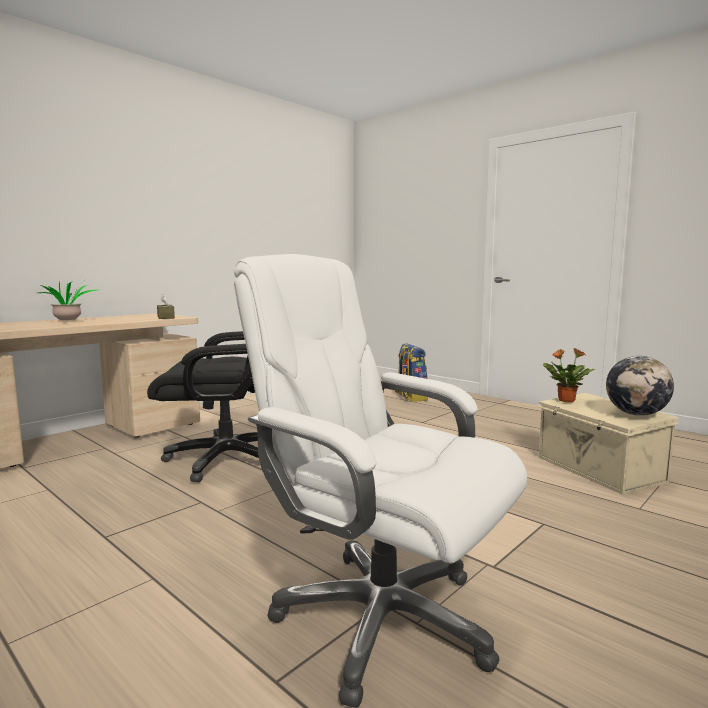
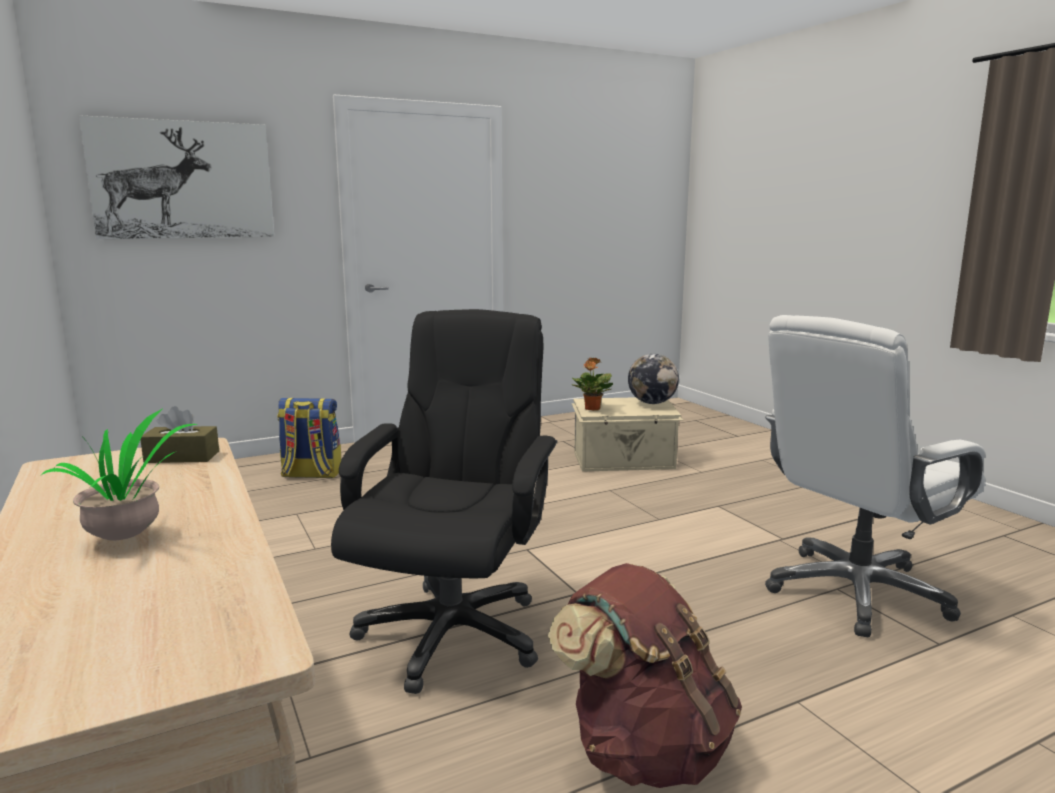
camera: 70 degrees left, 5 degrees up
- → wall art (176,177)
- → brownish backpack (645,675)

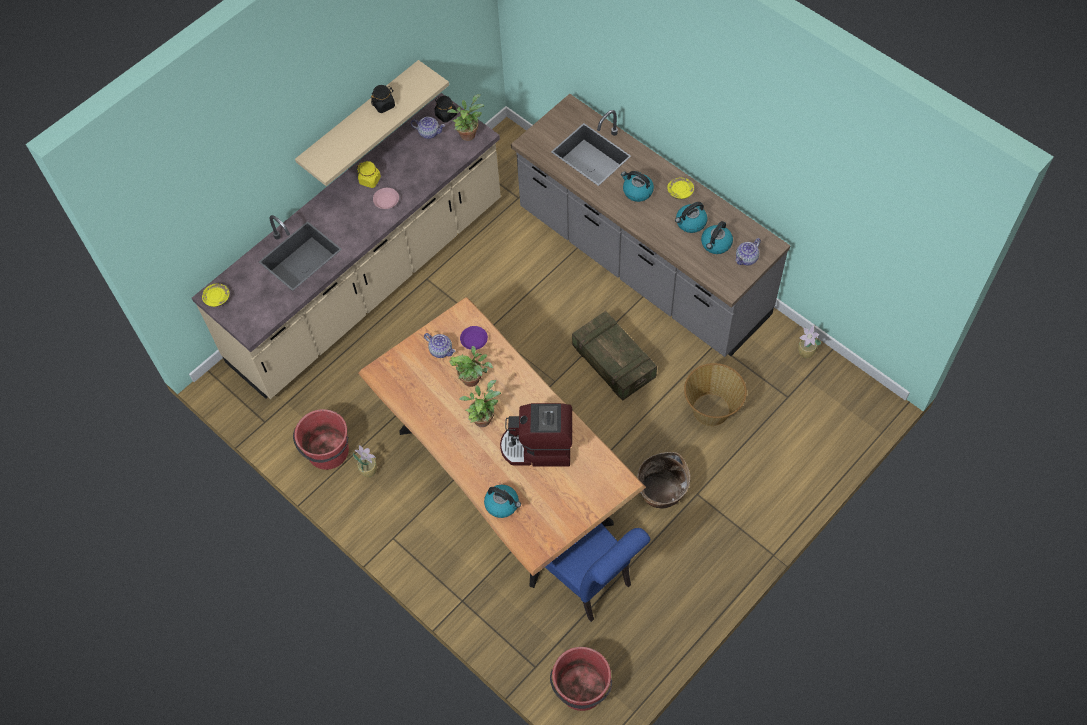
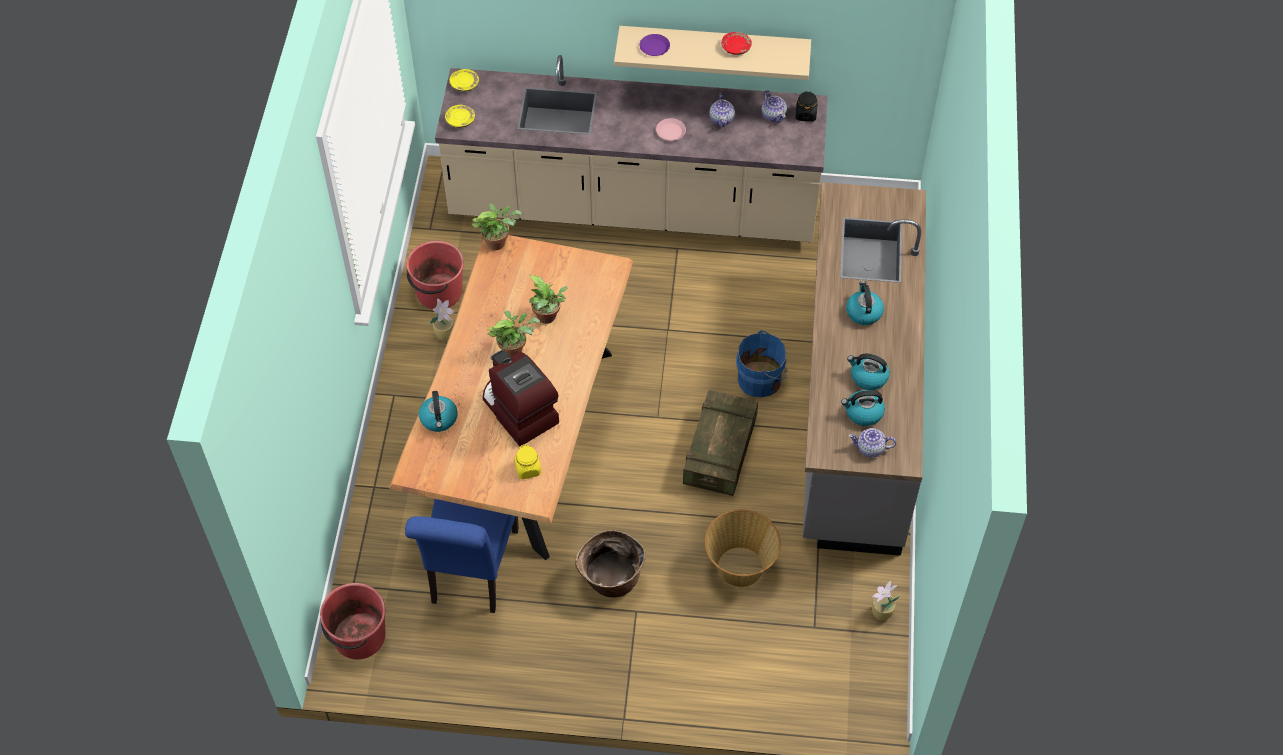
camera: 50 degrees right, 5 degrees down
black-coloured jar (383,99) → reddish dinner plate (736,43)
potted plant (465,117) → potted plant (497,227), shifted
yellowish jar (369,174) → yellowish jar (527,461), shifted
yellowish dinner plate (680,188) → yellowish dinner plate (460,116), shifted
purple dinner plate (474,338) → purple dinner plate (655,45), shifted
pot for tea (440,345) → pot for tea (722,110), shifted
- → blue bucket (761,363)

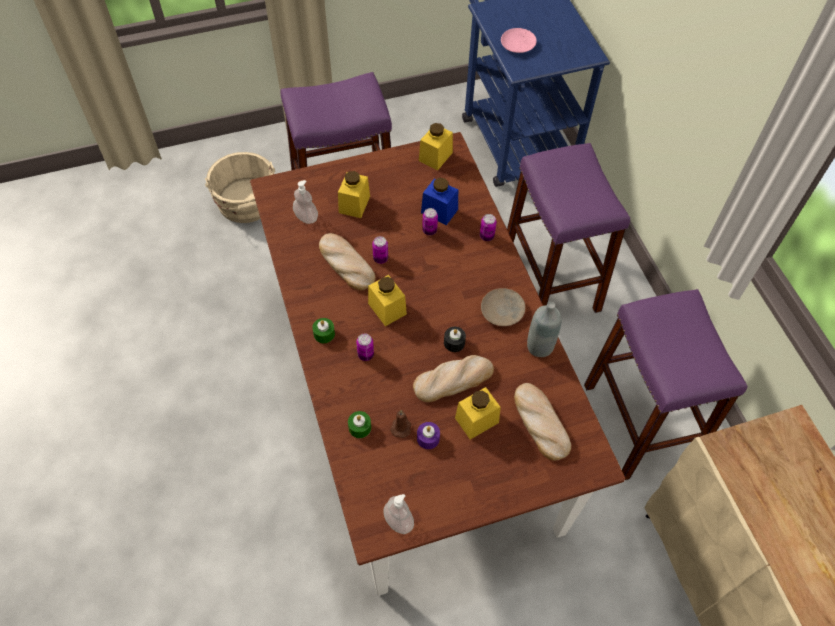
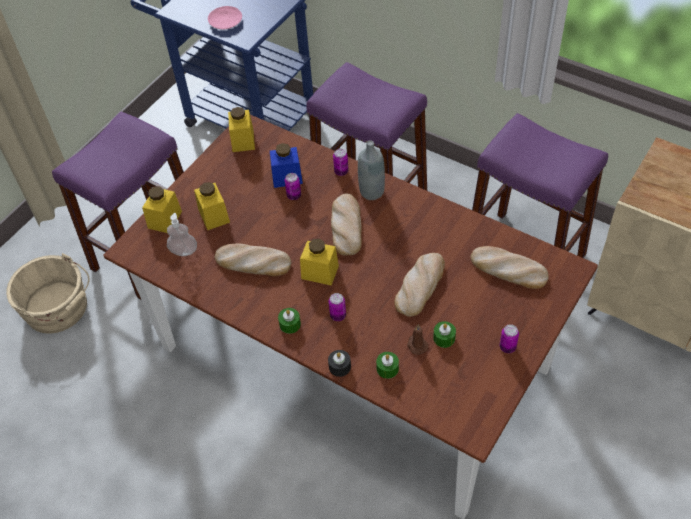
camera: 35 degrees left, 5 degrees down
sealed can (380,250) → sealed can (509,338), shifted
beige dinner plate (503,307) → -
gray beverage bottle (544,329) → gray beverage bottle (371,170), shifted
black-coloured candle (455,339) → black-coloured candle (339,363), shifted
yellowish jar (478,413) → yellowish jar (162,209), shifted
purple candle (428,435) → green candle (444,334)
liquid soap bottle (398,514) → -
- → baked bread (346,224)

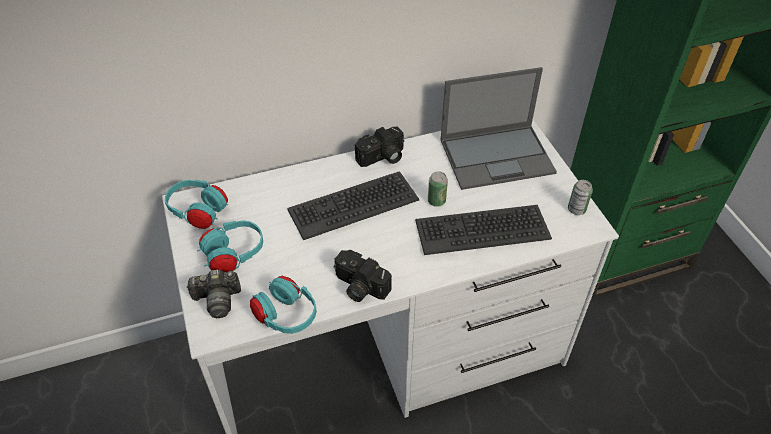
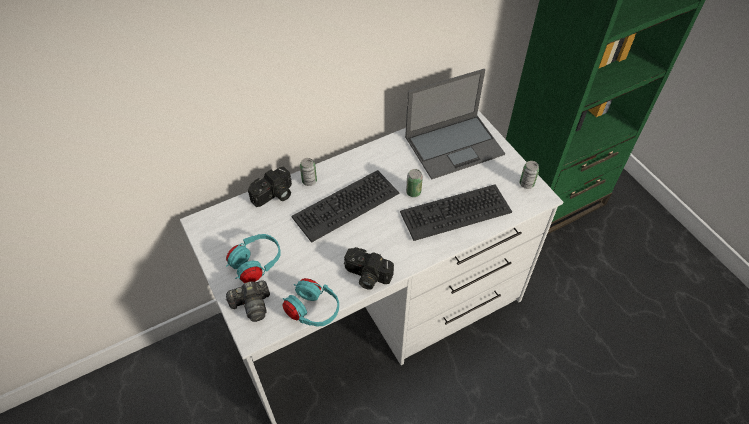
camera: 10 degrees left, 5 degrees up
photo camera (379,147) → photo camera (270,186), shifted
blue-green headset (196,204) → -
- → sealed can (308,172)

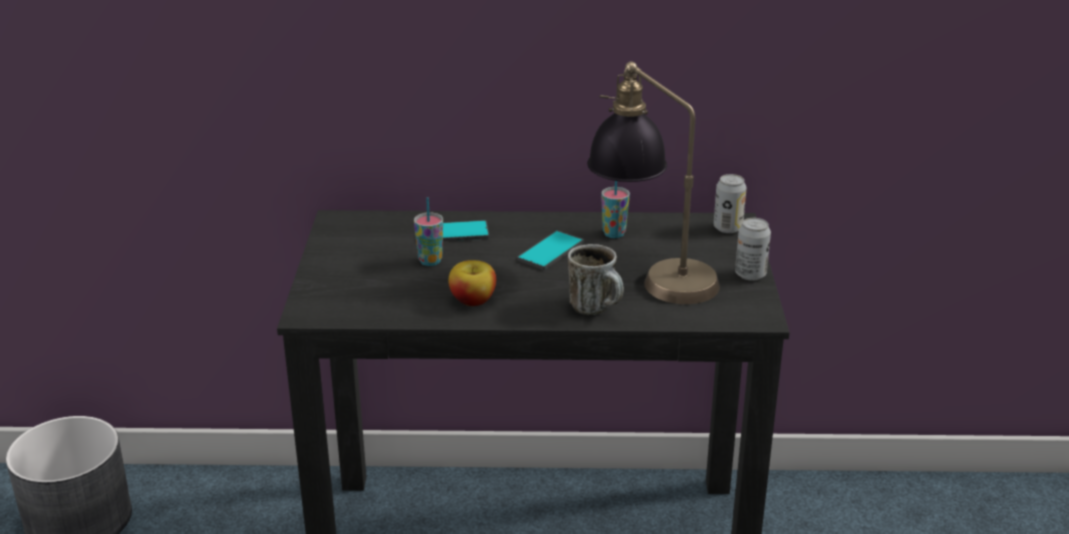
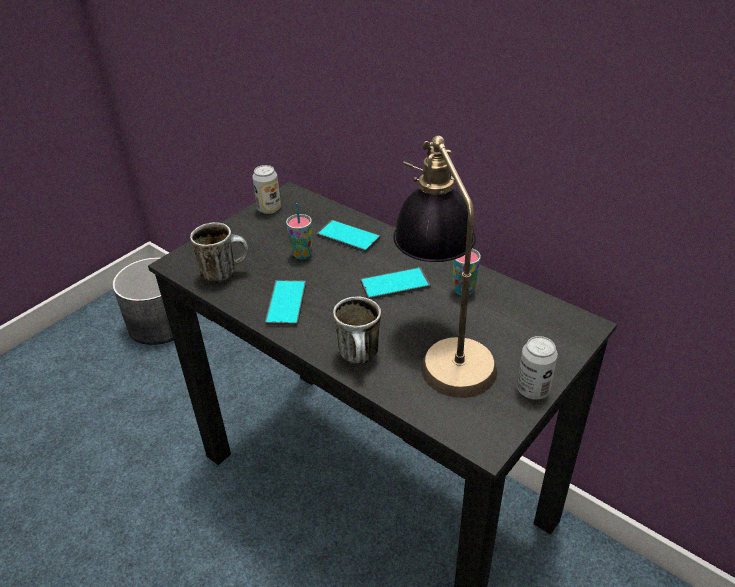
camera: 40 degrees right, 10 degrees up
sealed can (730,203) → sealed can (266,189), shifted
whole apple (472,283) → phone (285,303)
- → tea mug (219,252)

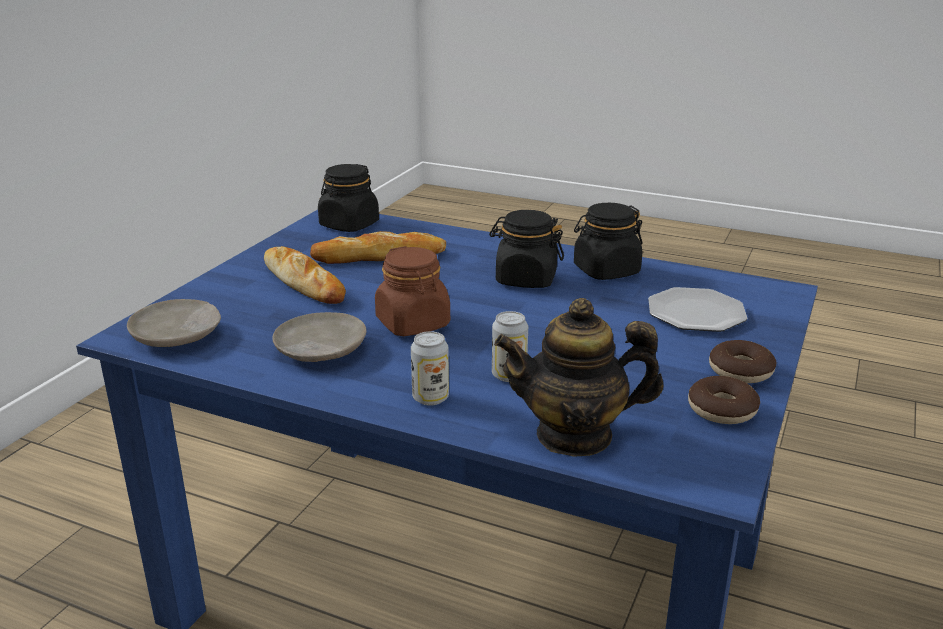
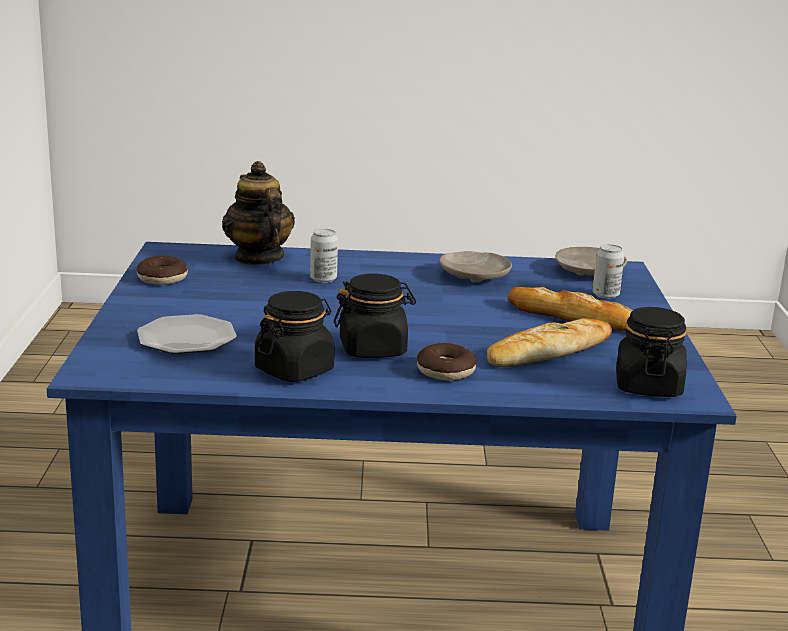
camera: 155 degrees right, 5 degrees down
brownish jar (412,291) → -
pot for tea (578,377) → pot for tea (258,213), 90 degrees counterclockwise
sealed can (430,368) → sealed can (608,271), shifted
ring doughnut (743,361) → ring doughnut (447,362), shifted

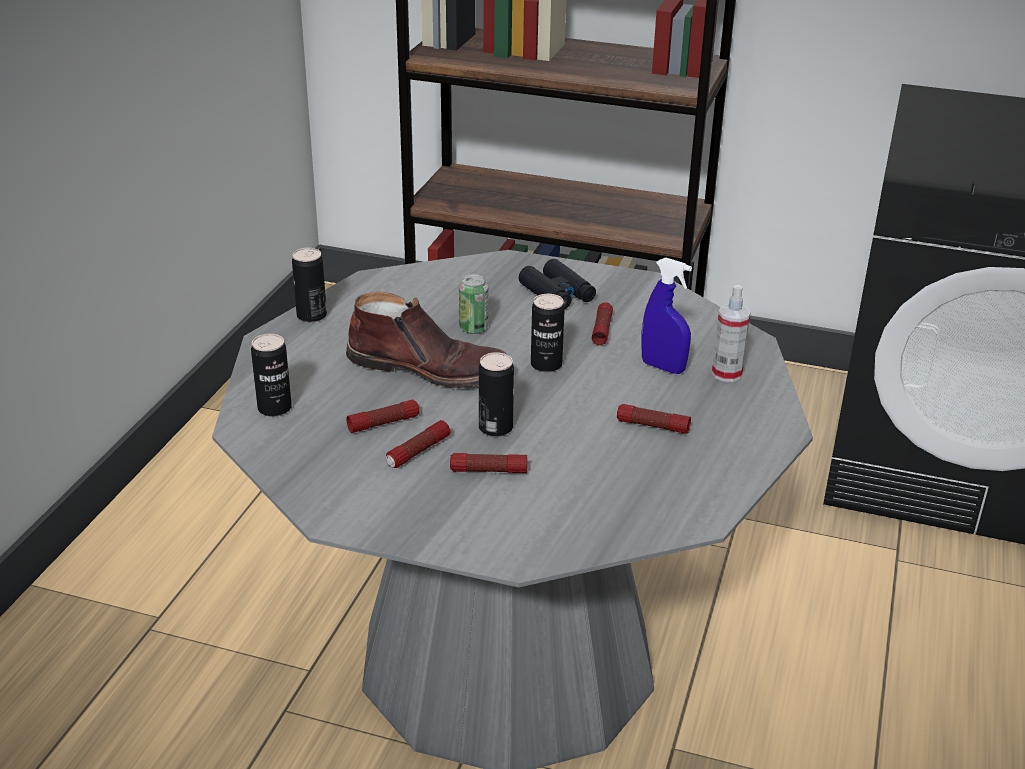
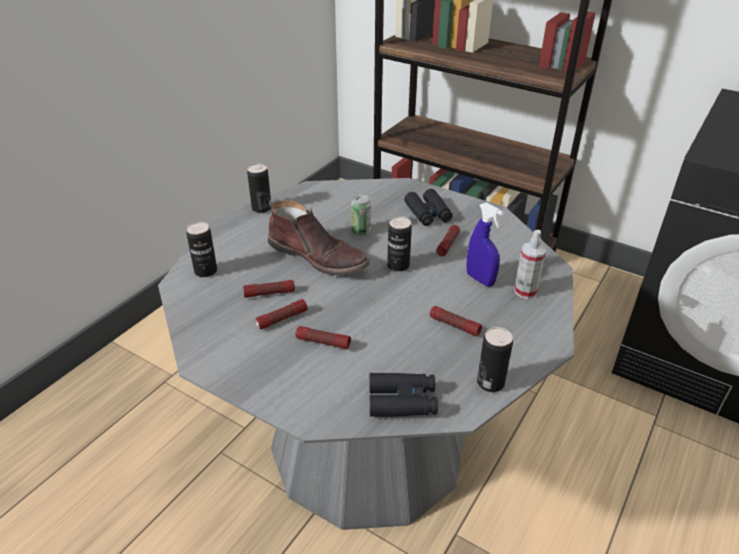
camera: 15 degrees right, 5 degrees up
sealed can (496,394) → sealed can (495,359), shifted
- → black-coloured pair of binoculars (404,395)

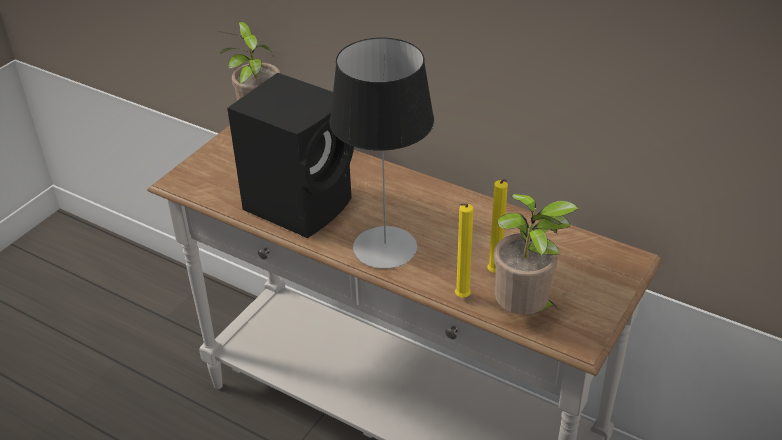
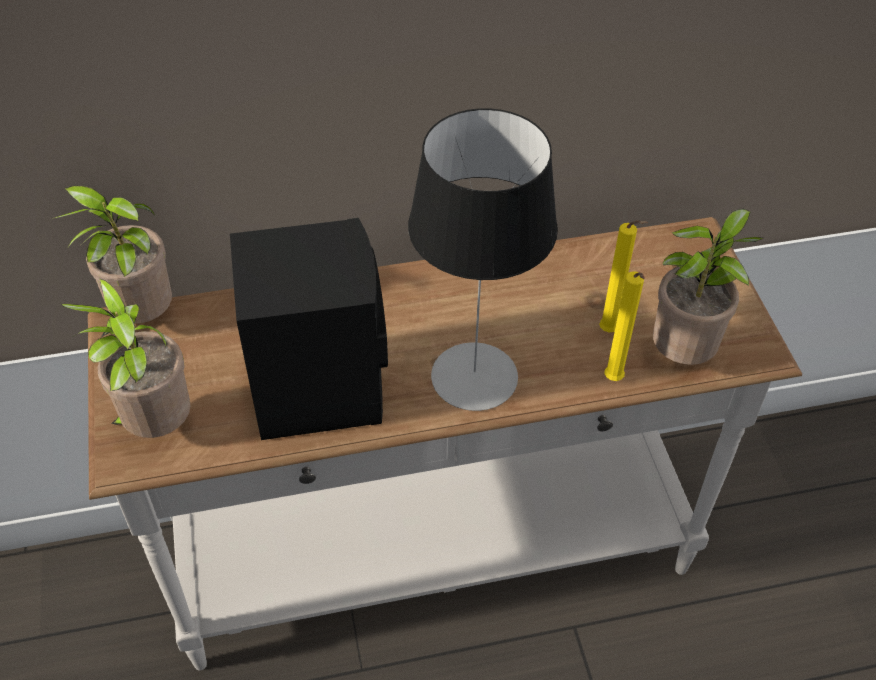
camera: 45 degrees left, 10 degrees up
- → potted plant (126,358)

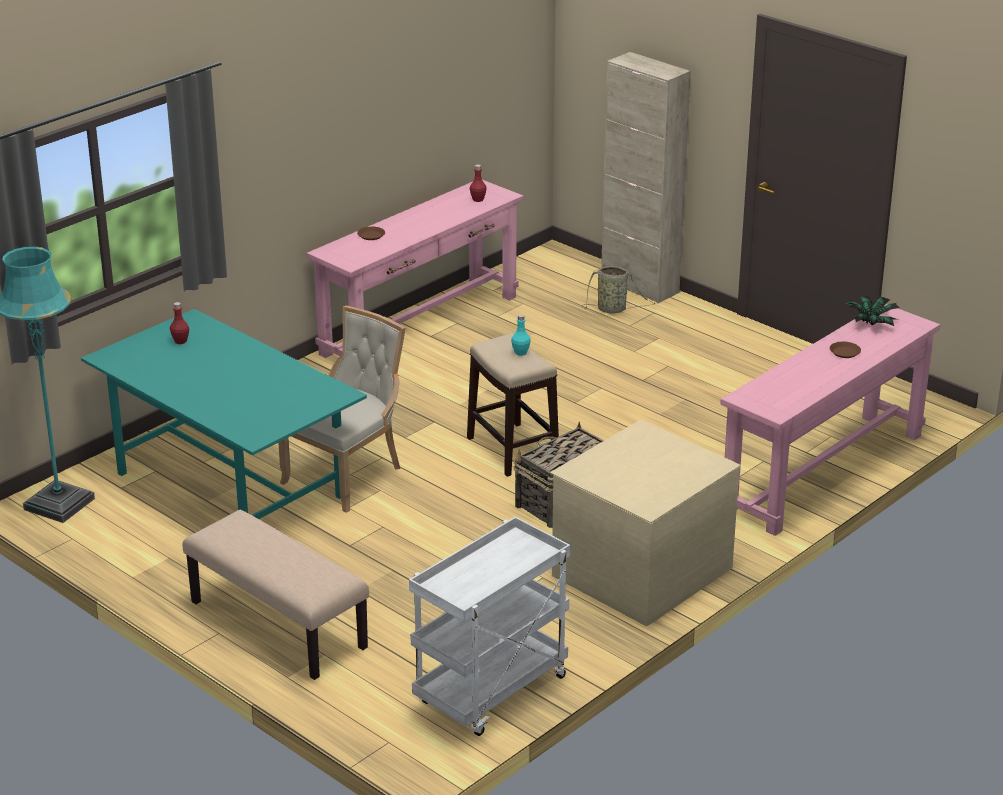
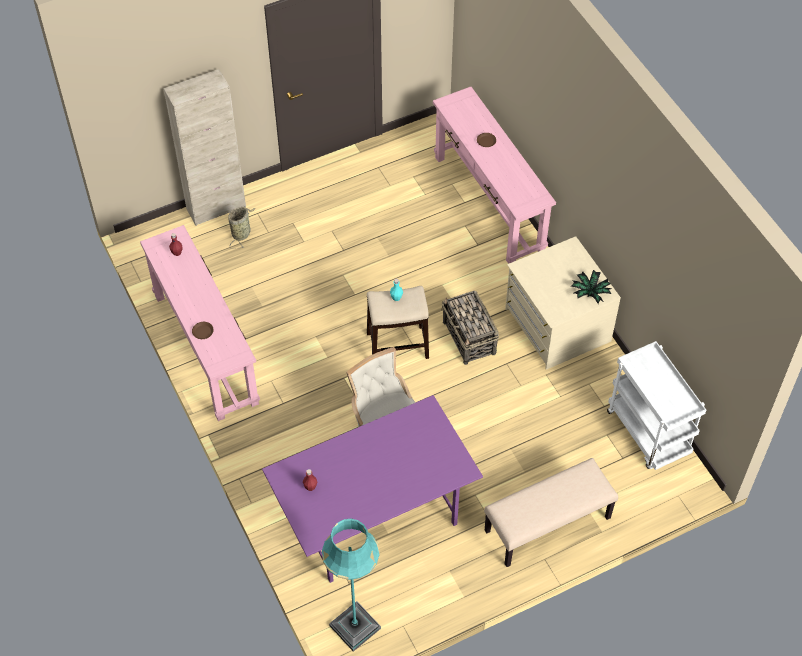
camera: 70 degrees left, 25 degrees up
potted plant (871,311) → potted plant (591,287), shifted
blue-green dinner table (224,414) → purple dinner table (372,489)

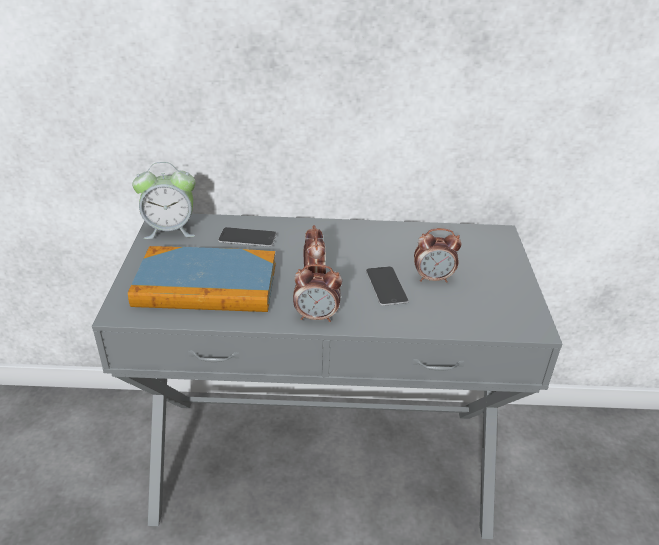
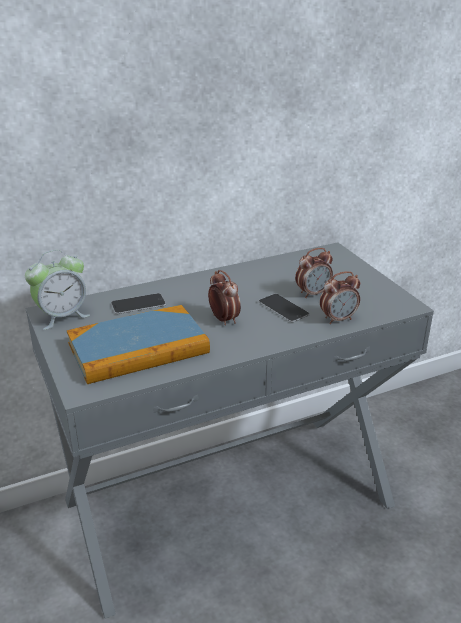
camera: 25 degrees left, 5 degrees down
alarm clock (317,293) → alarm clock (340,297), shifted

